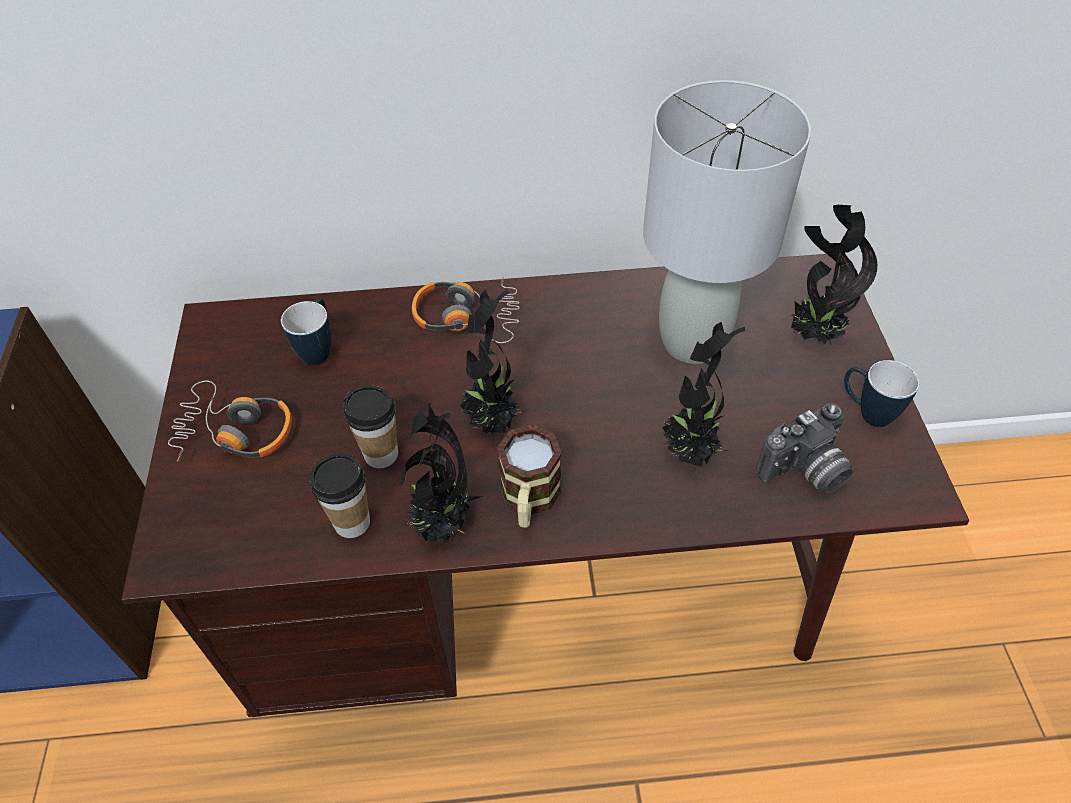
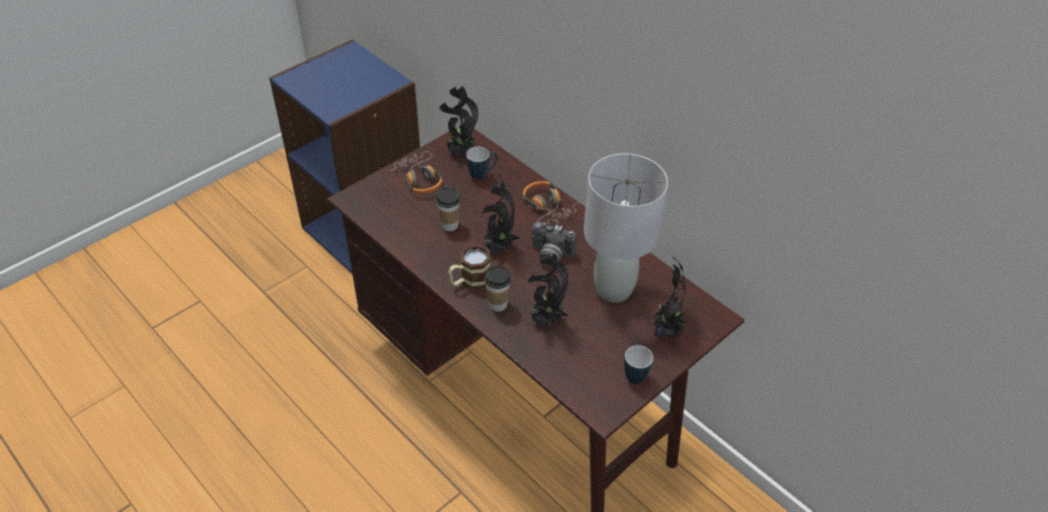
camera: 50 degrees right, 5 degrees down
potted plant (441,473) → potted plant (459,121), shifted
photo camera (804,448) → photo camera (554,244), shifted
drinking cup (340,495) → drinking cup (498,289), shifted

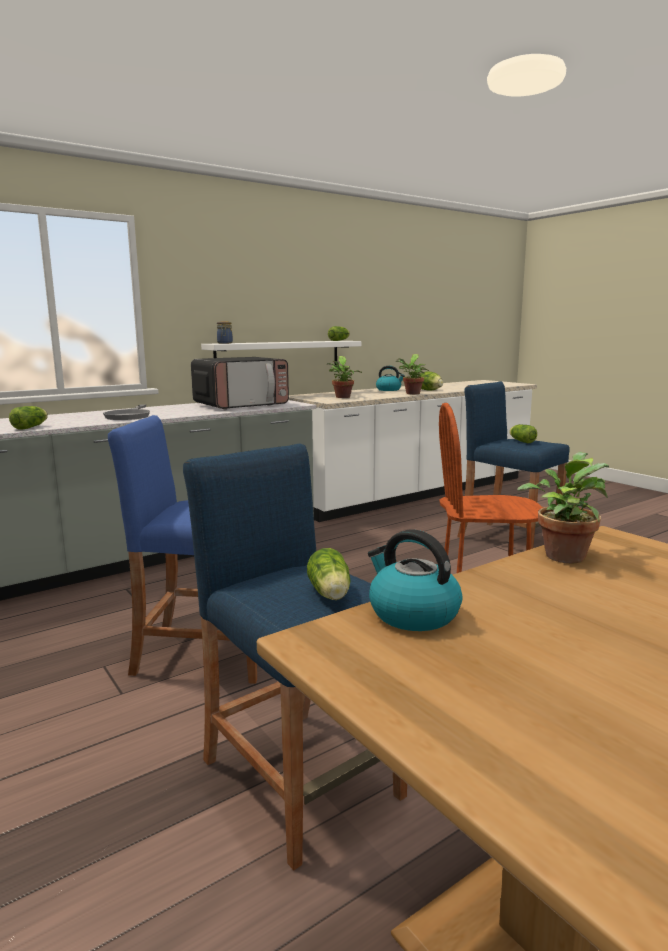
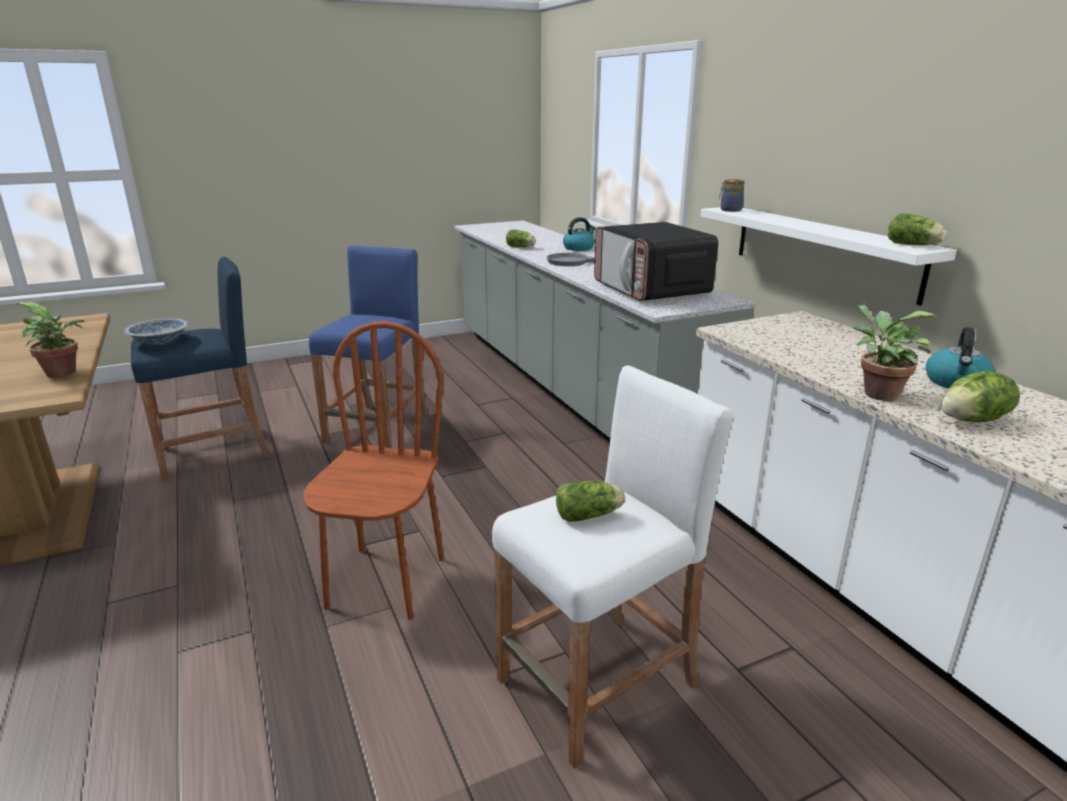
camera: 100 degrees right, 10 degrees up
potted plant (344,377) → -
blue sitting stool (513,466) → whitish sitting stool (612,567)
water kettle (415,580) → water kettle (579,234), shifted
lettuce (329,574) → bowl (156,331)

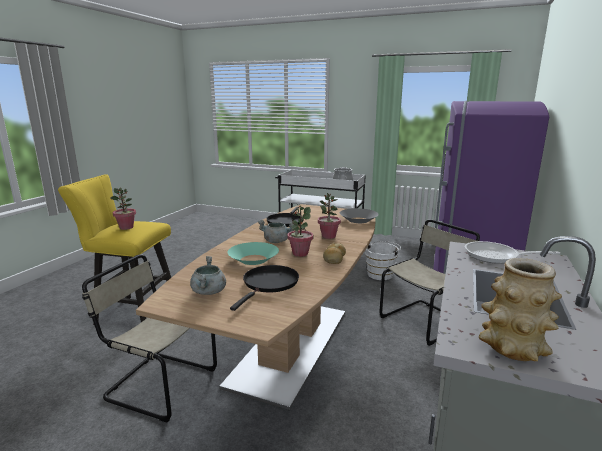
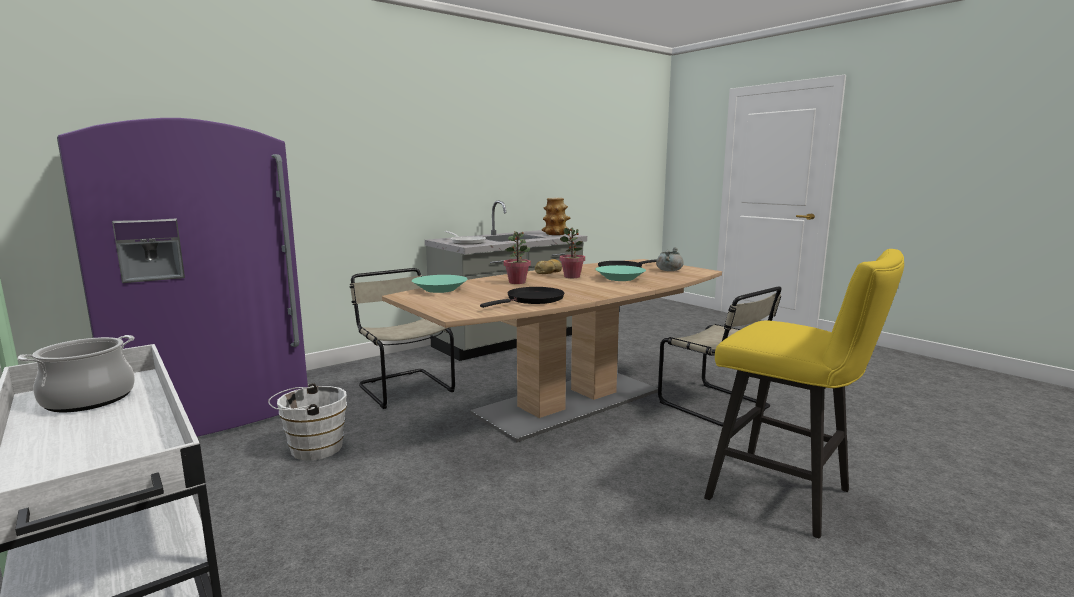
camera: 150 degrees left, 5 degrees down
potted plant (123,209) → -
gray bowl (359,215) → blue-green bowl (440,284)
beige upright chair (429,282) → beige upright chair (402,338), 60 degrees clockwise
gray saucepot (276,231) → -

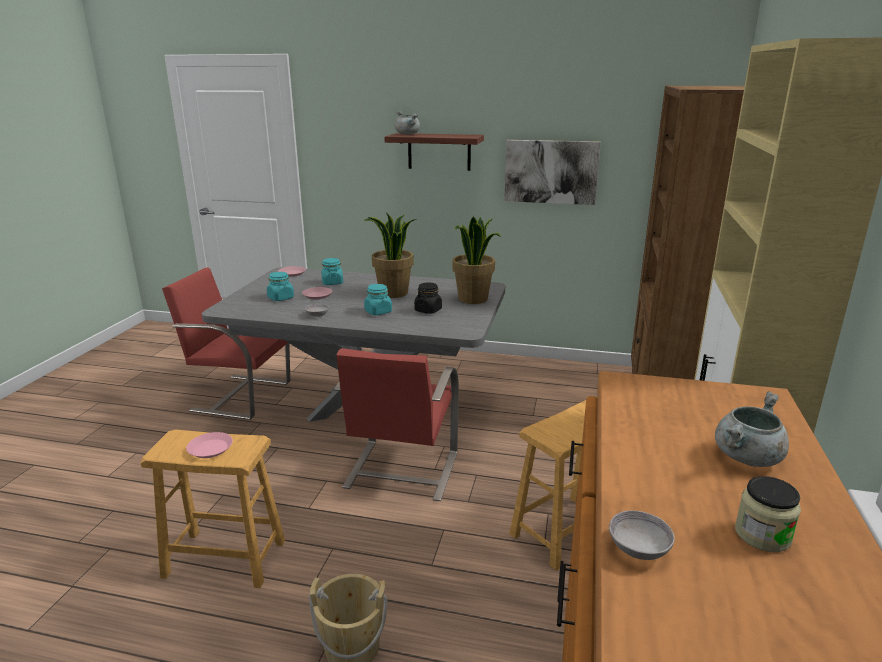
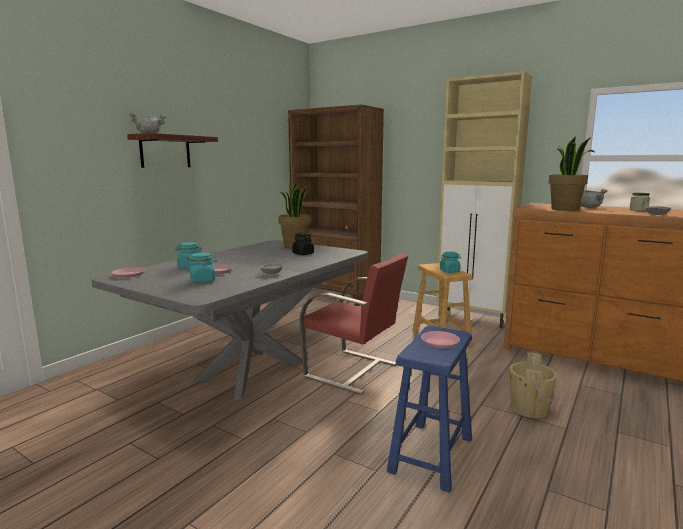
camera: 70 degrees left, 10 degrees down
wall art (552,172) → -
potted plant (390,255) → potted plant (571,173), shifted
reddish upright chair (226,343) → -
blue-green jar (378,299) → blue-green jar (450,262), shifted
brownish sitting stool (213,508) → blue sitting stool (429,409)

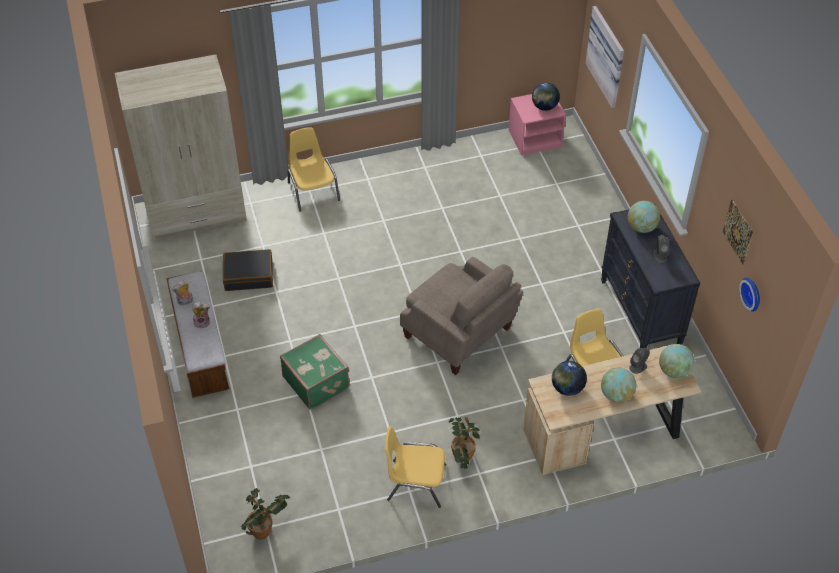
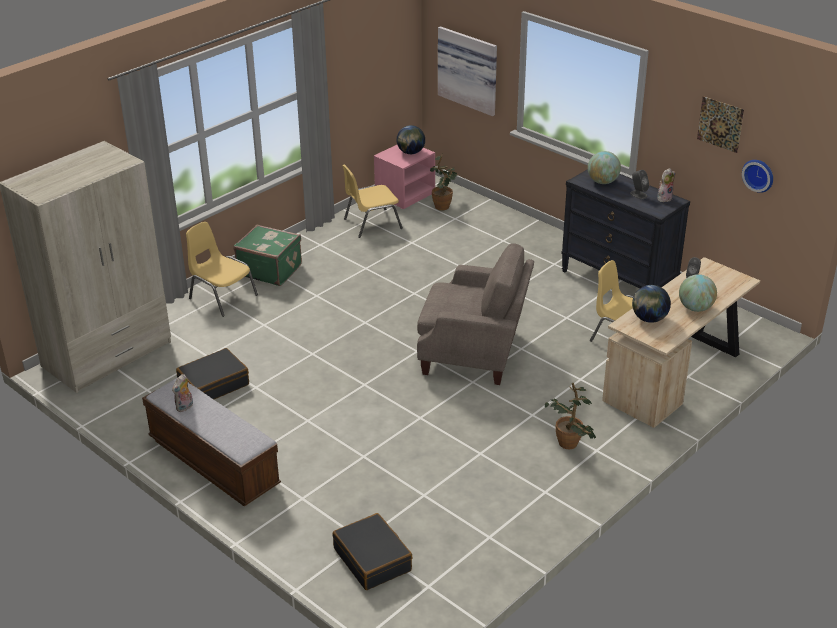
camera: 30 degrees left, 15 degrees down
plush toy (201,315) → plush toy (666,185), shifted
green piece of luggage (314,372) → green piece of luggage (268,255), shifted
desk globe (676,361) → -
yellowish upright chair (415,467) → yellowish upright chair (373,201), shifted
potted plant (265,513) → potted plant (443,183), shifted
- → black-coloured piece of luggage (372,551)

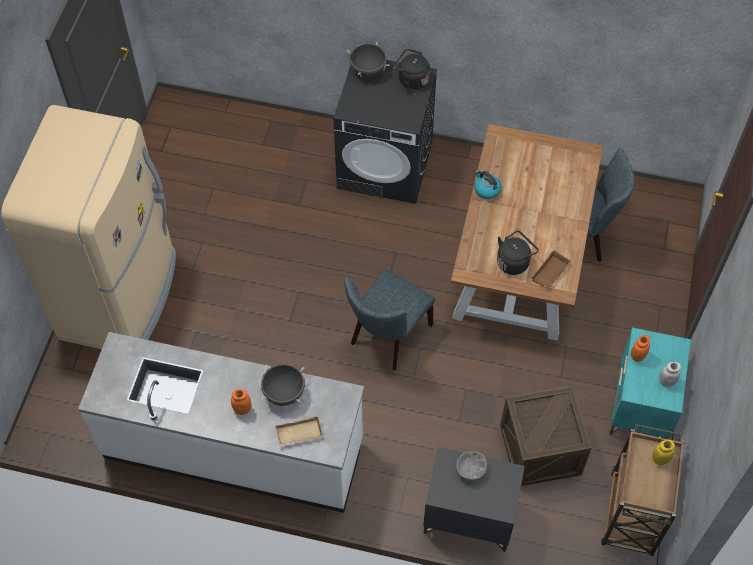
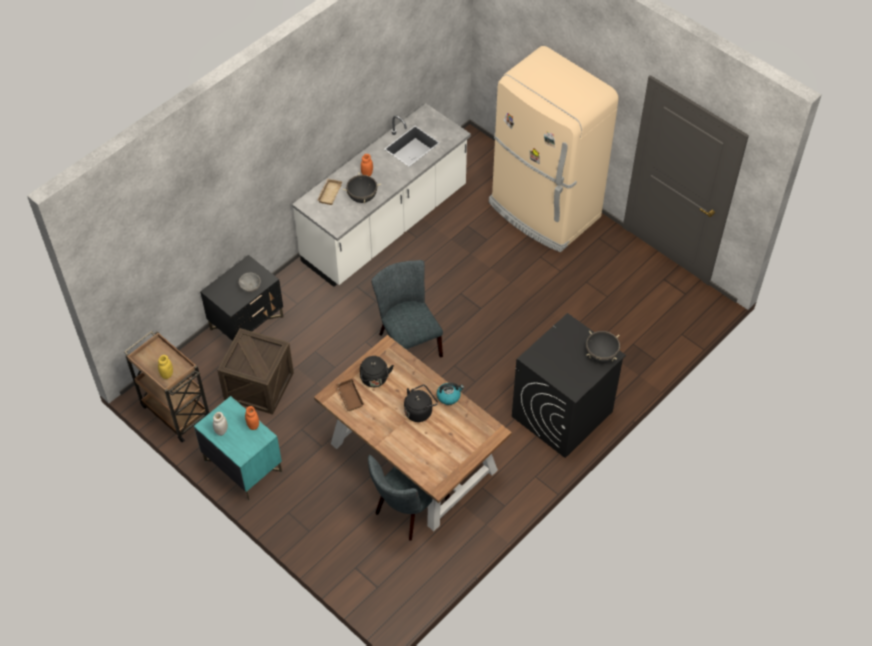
camera: 120 degrees right, 5 degrees down
black-coloured water kettle (411,69) → black-coloured water kettle (421,403), shifted

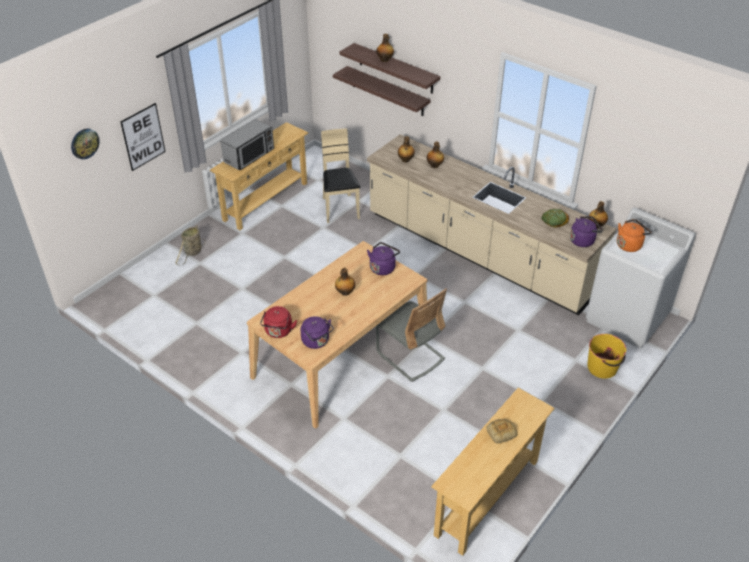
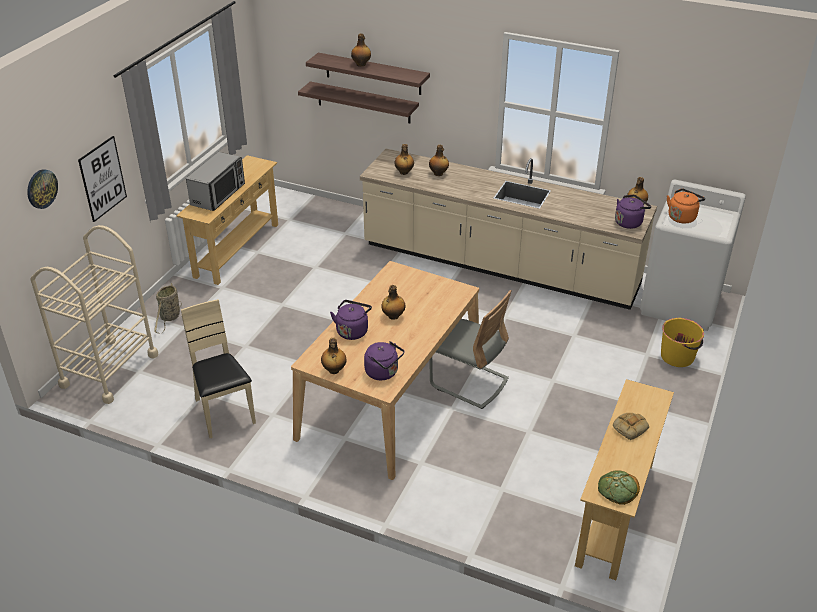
camera: 15 degrees left, 5 degrees down
beige upright chair (340,175) → beige upright chair (218,368), shifted
baked bread (555,218) → baked bread (619,487), shifted
purple water kettle (383,258) → purple water kettle (351,320), shifted
reddish water kettle (278,322) → beverage bottle (333,356)
- → beige wheeled cart (94,314)

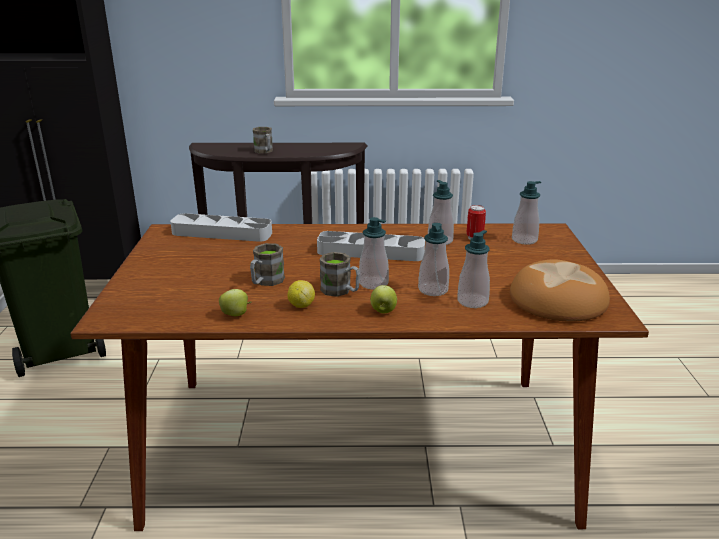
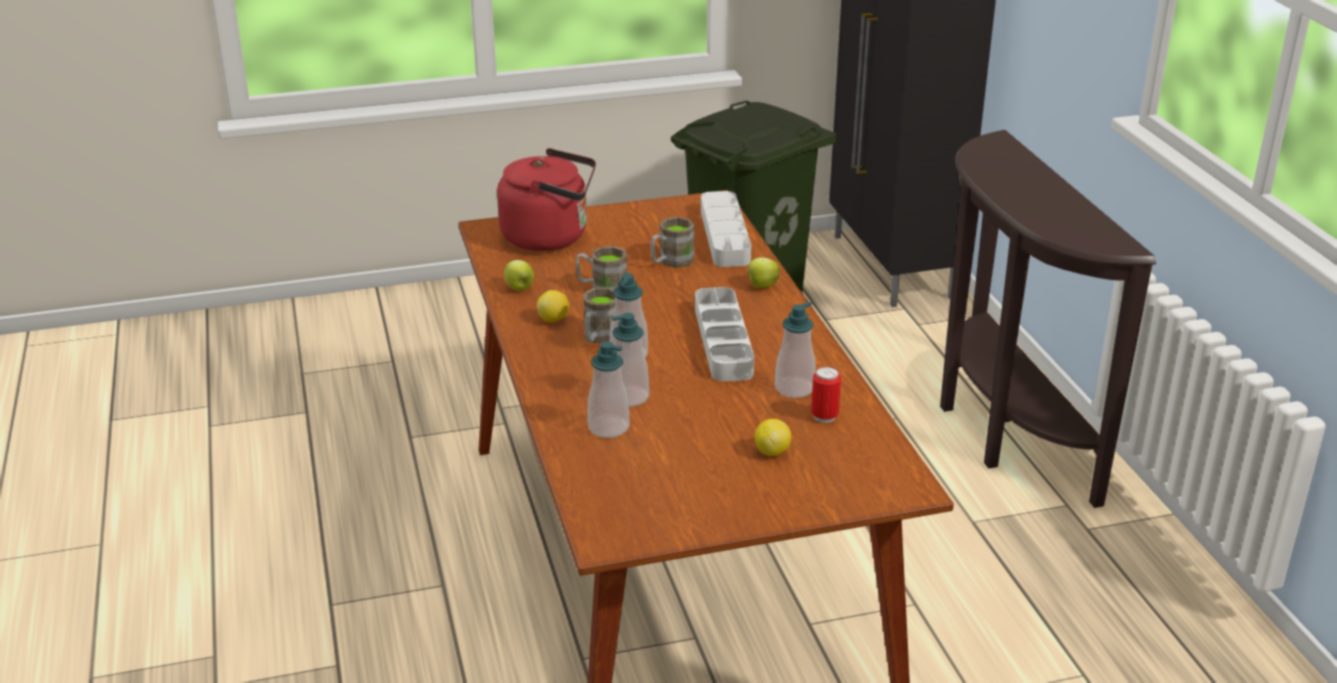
camera: 75 degrees right, 5 degrees up
brownish tea mug (263,140) → brownish tea mug (672,242), shifted
liquid soap bottle (526,213) → -
baked bread (560,290) → -
whole apple (383,299) → whole apple (762,272), shifted
- → reddish water kettle (546,199)
- → whole lemon (772,437)

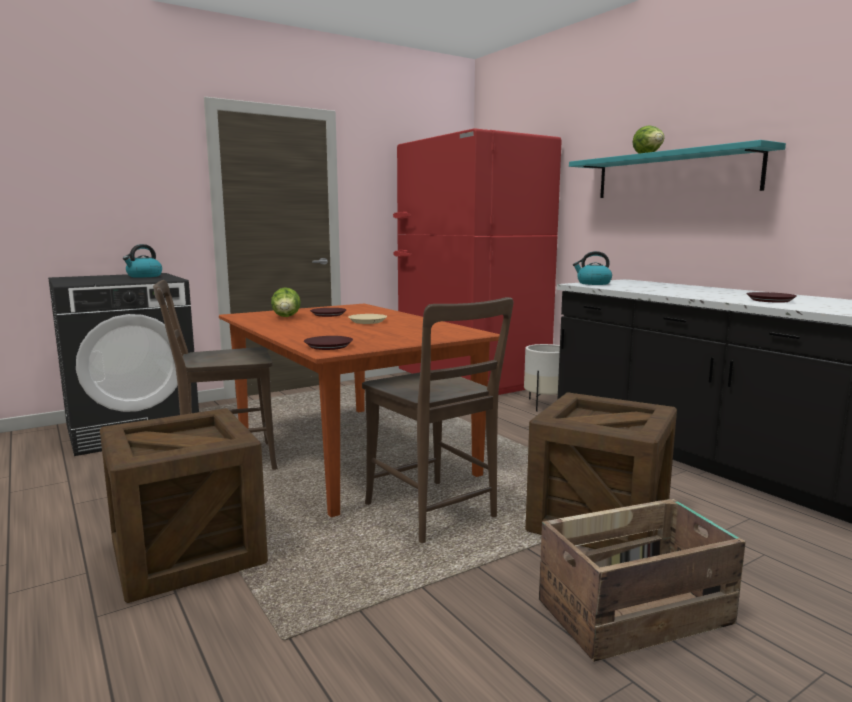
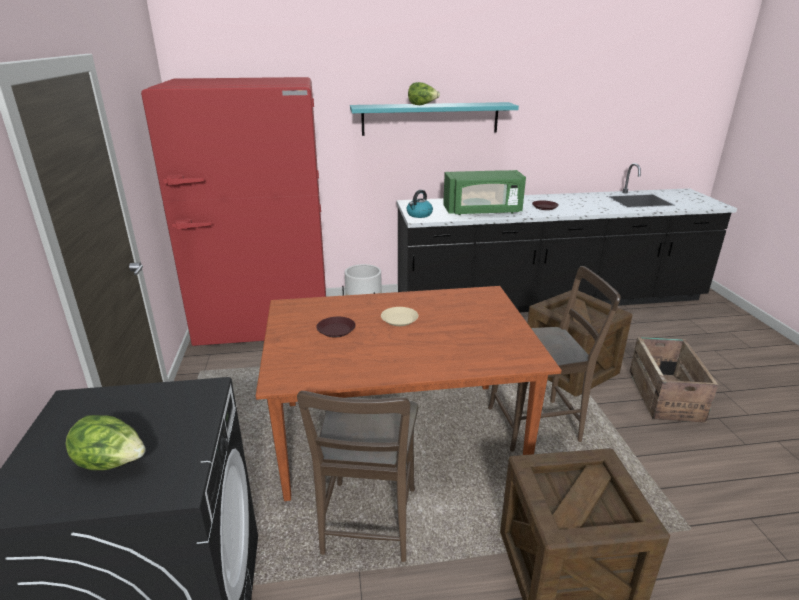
camera: 65 degrees left, 15 degrees up
water kettle (142,261) → -
lettuce (286,302) → lettuce (105,442), shifted
brownish dinner plate (328,343) → -
- → green kitchen microwave (484,192)

